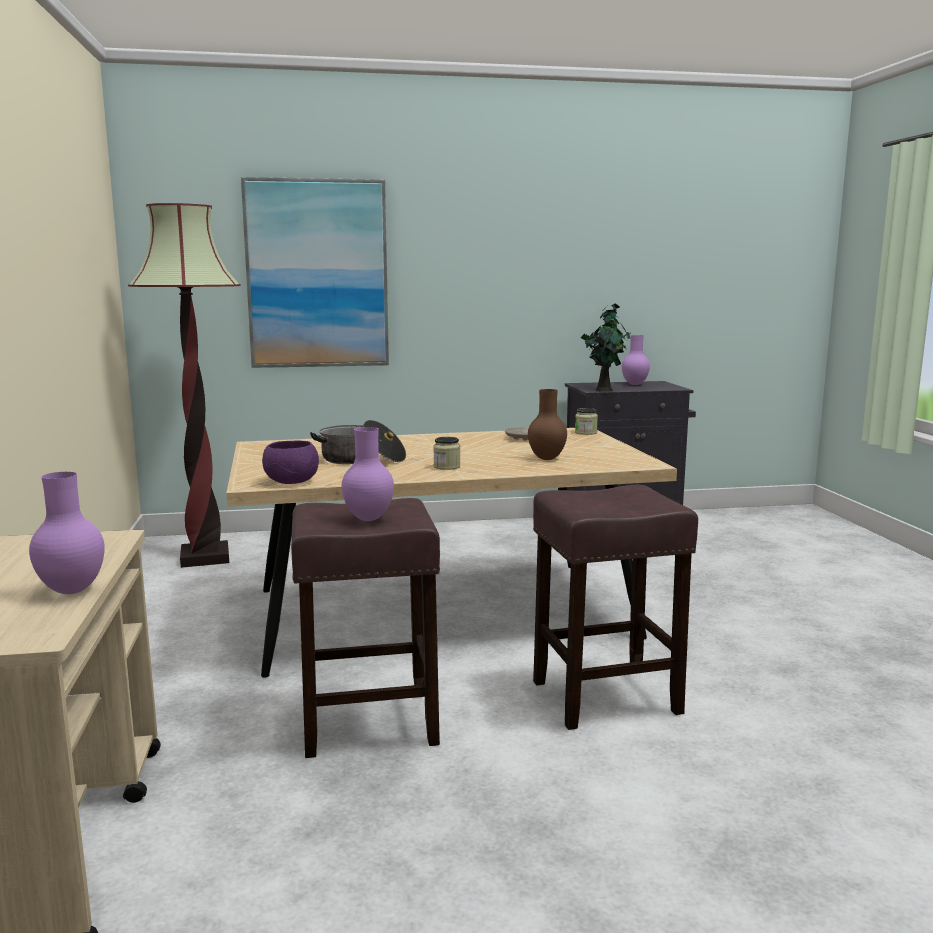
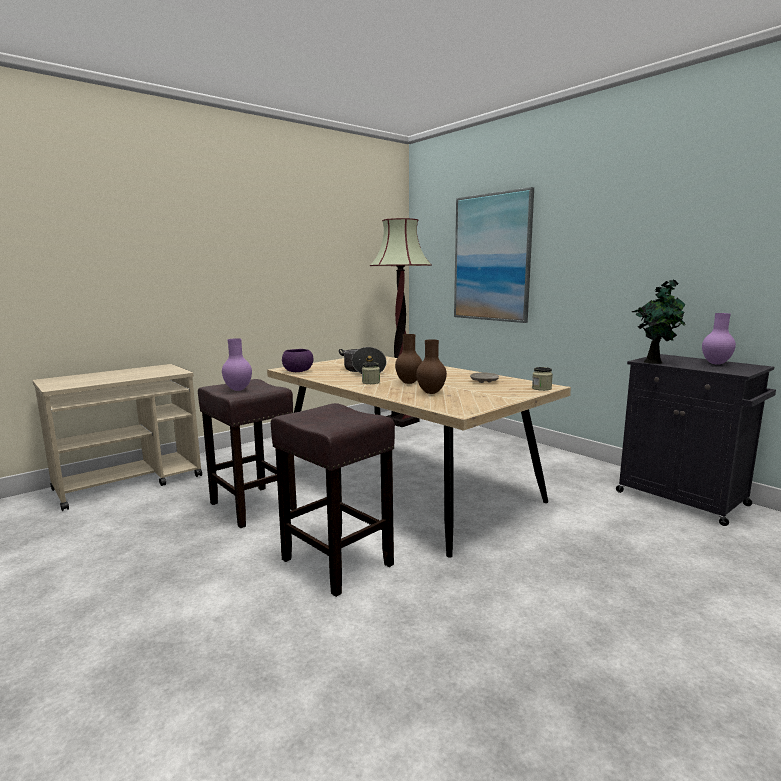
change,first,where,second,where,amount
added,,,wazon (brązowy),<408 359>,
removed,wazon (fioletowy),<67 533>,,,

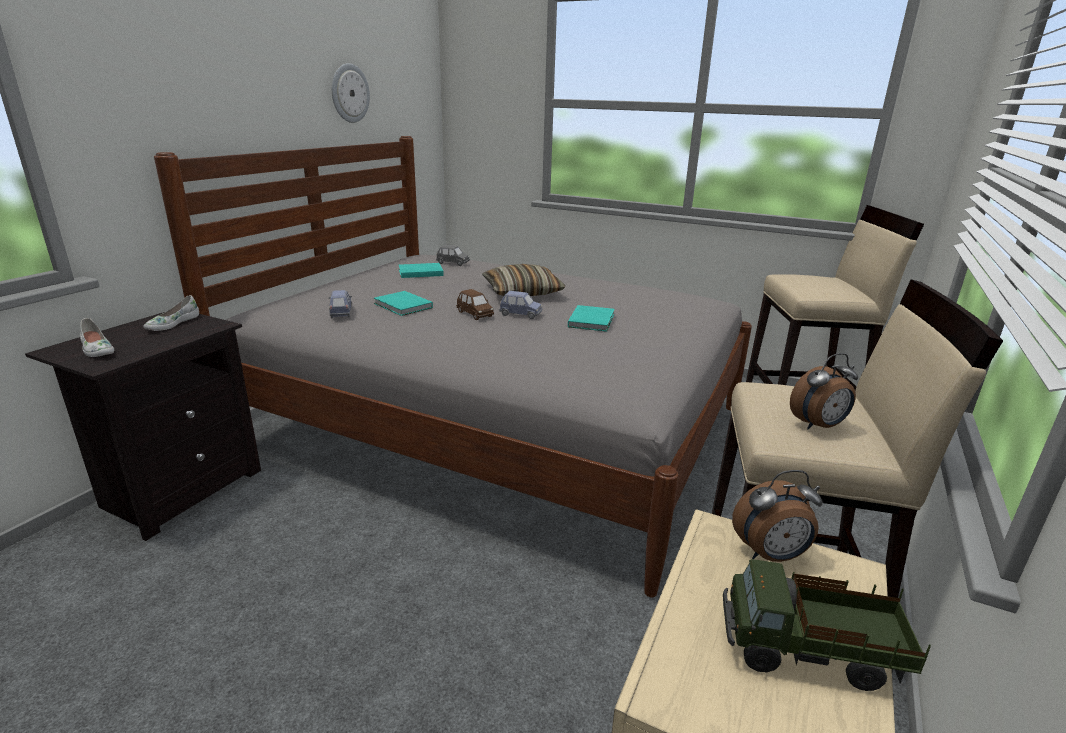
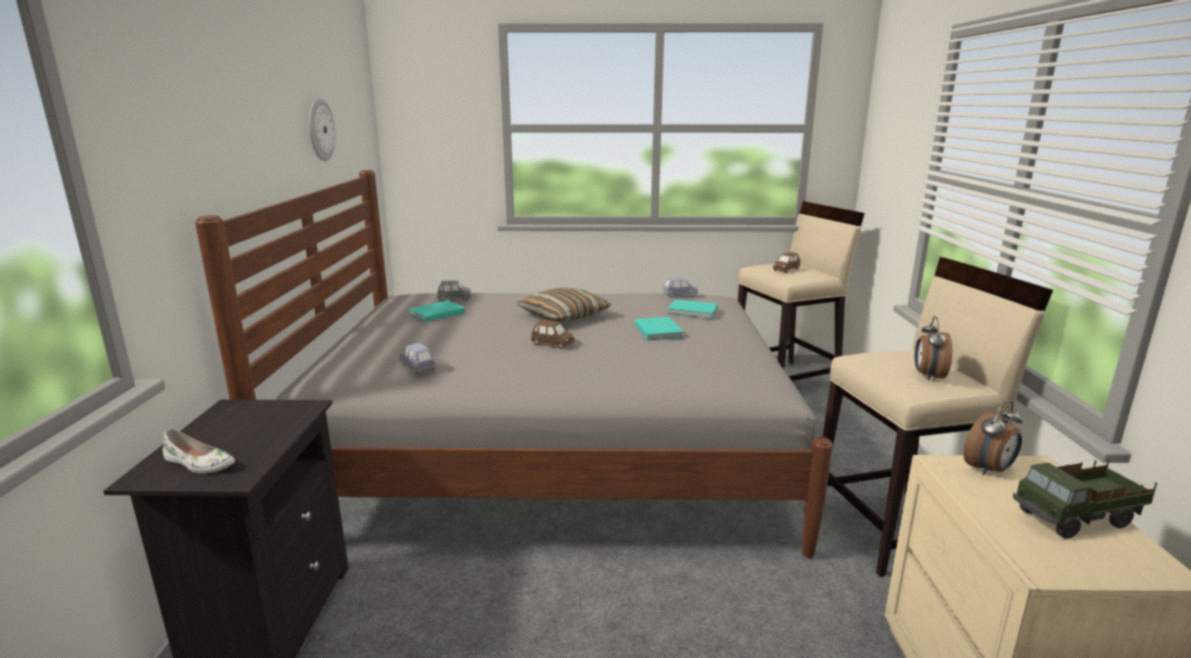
change,first,where,second,where,amount
moved,samochodzik (niebieski),<521 305>,,<680 287>,
moved,książka (turkusowy),<403 303>,,<693 309>,
added,,,samochodzik (brązowy),<786 262>,
turned,budzik,<824 391>,,<933 348>,150 degrees clockwise
removed,but (biały),<171 313>,,,

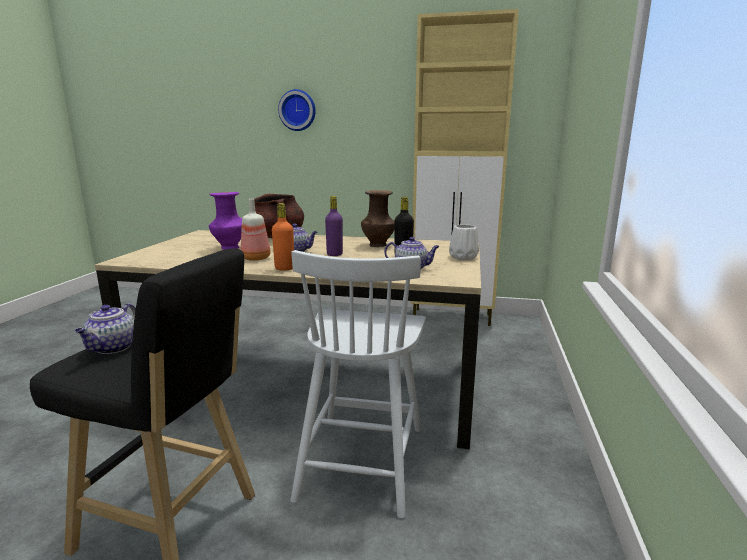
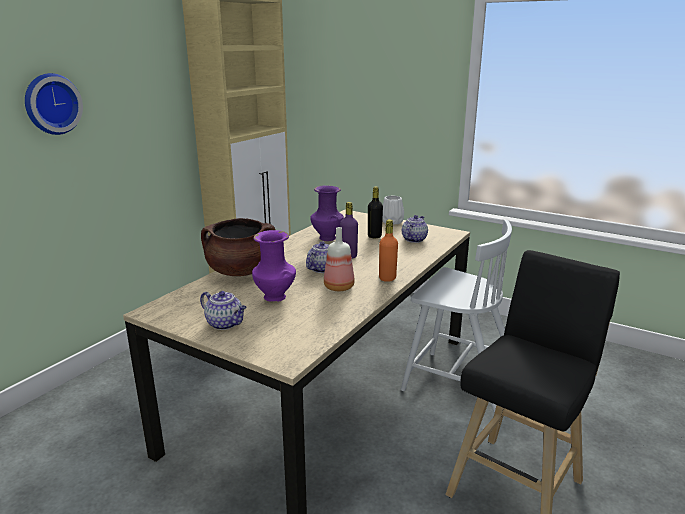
change,first,where,second,where,amount
moved,imbryk,<105 328>,,<223 310>,
recoloured,wazon (brązowy),<378 218>,wazon (fioletowy),<327 213>,

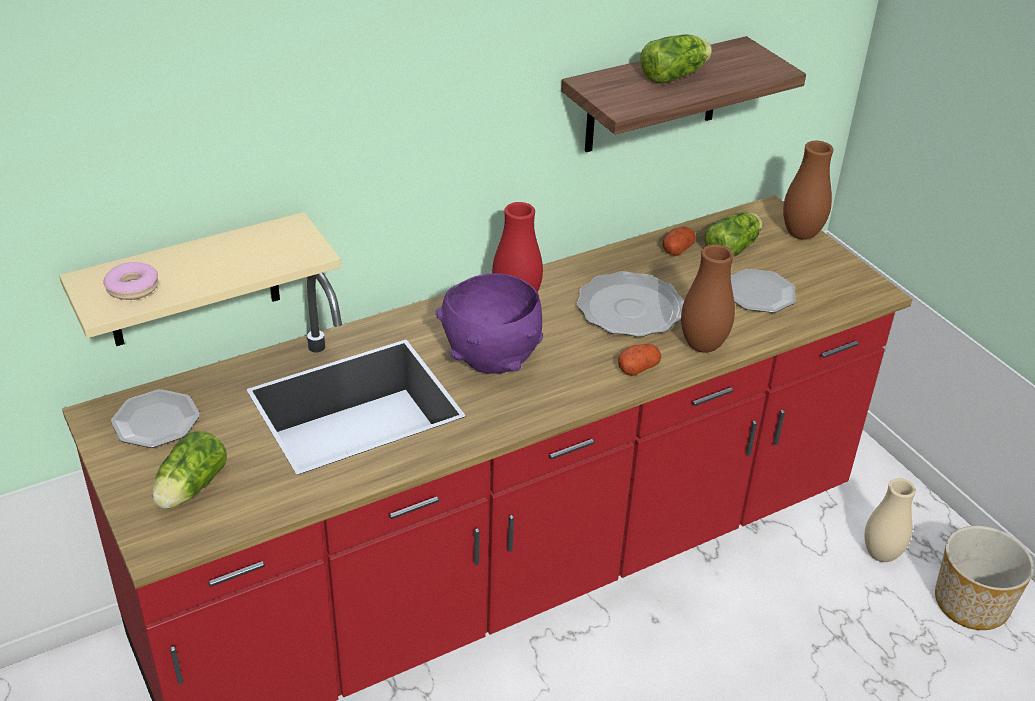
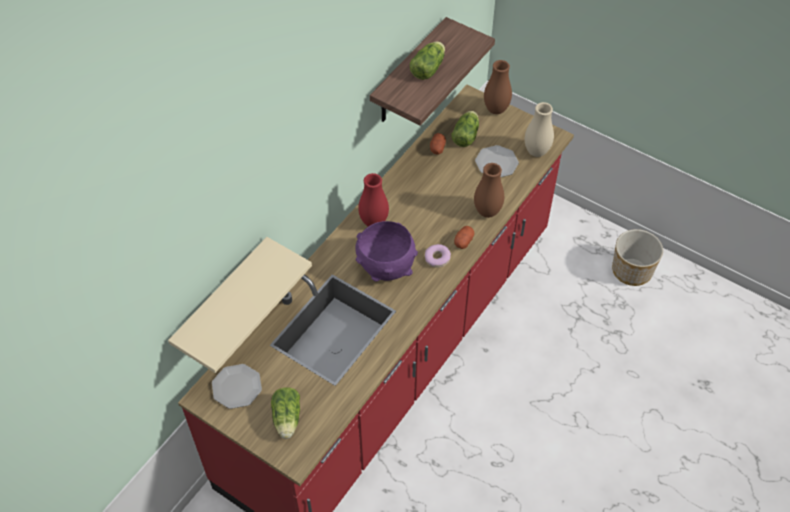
change,first,where,second,where,amount
moved,donut,<130 281>,,<438 256>,
moved,wazon (beżowy),<890 520>,,<539 129>,
removed,talerz,<630 304>,,,

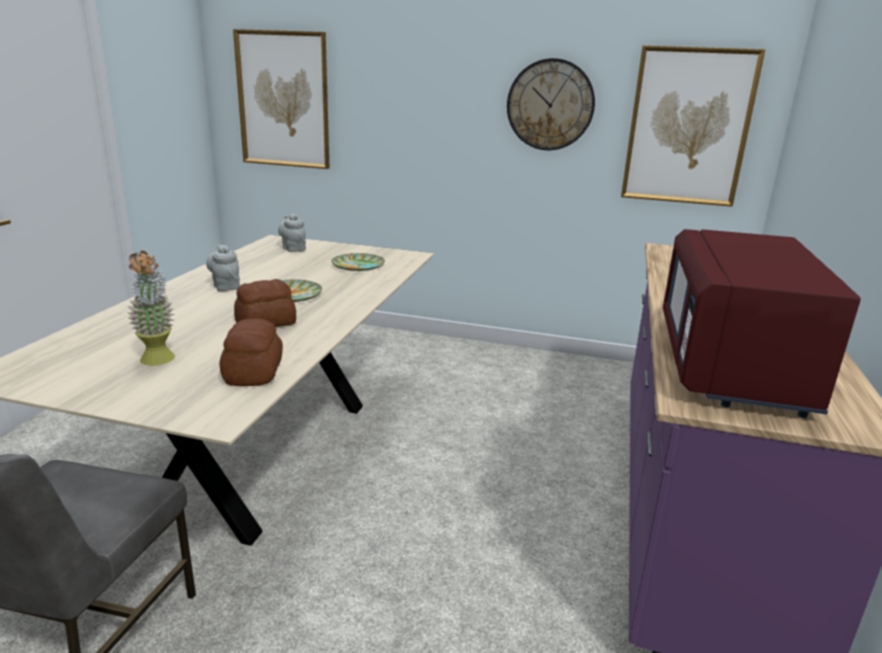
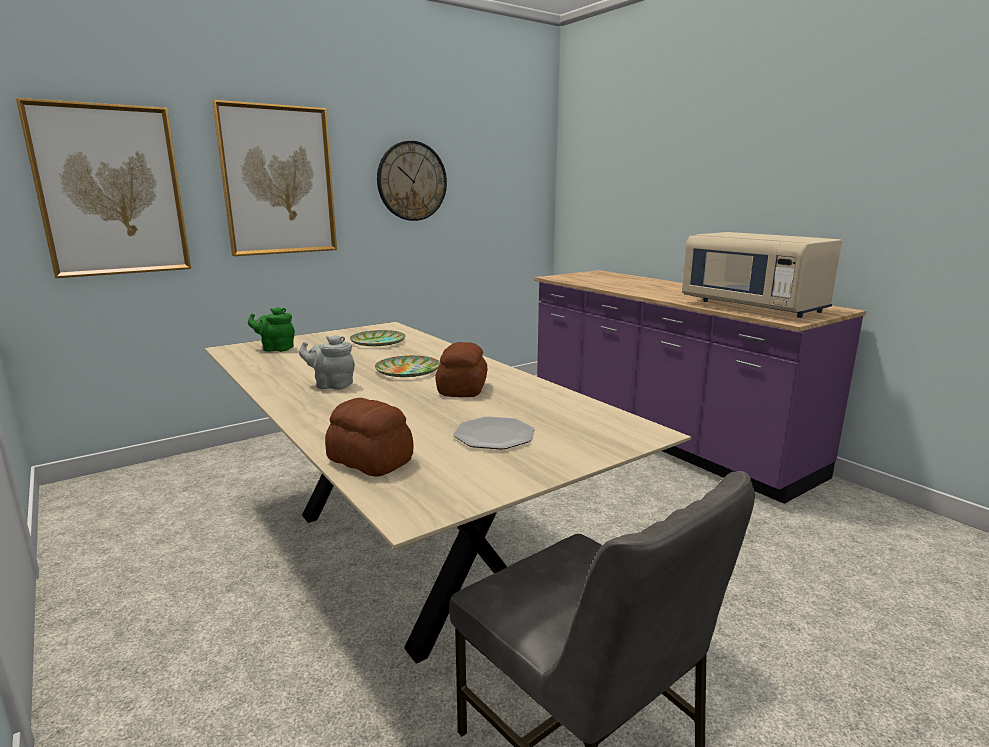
change,first,where,second,where,amount
moved,obraz,<693 126>,,<274 178>,
recoloured,imbryk (szary),<292 232>,imbryk (zielony),<271 329>,
moved,chleb,<251 352>,,<369 437>,
replaced,roślina doniczkowa,<151 308>,talerz,<494 433>,
recoloured,mikrofalówka (czerwony),<762 323>,mikrofalówka (beżowy),<762 275>,

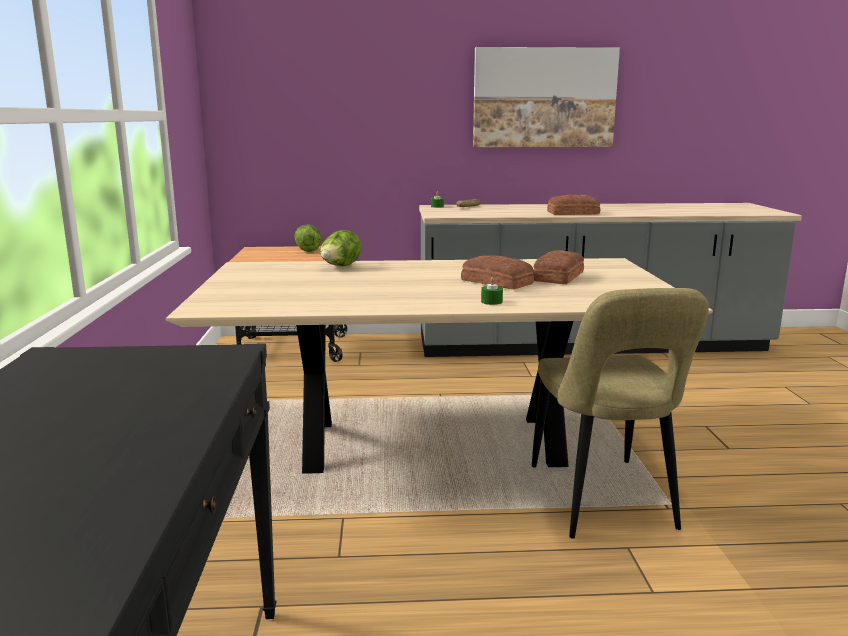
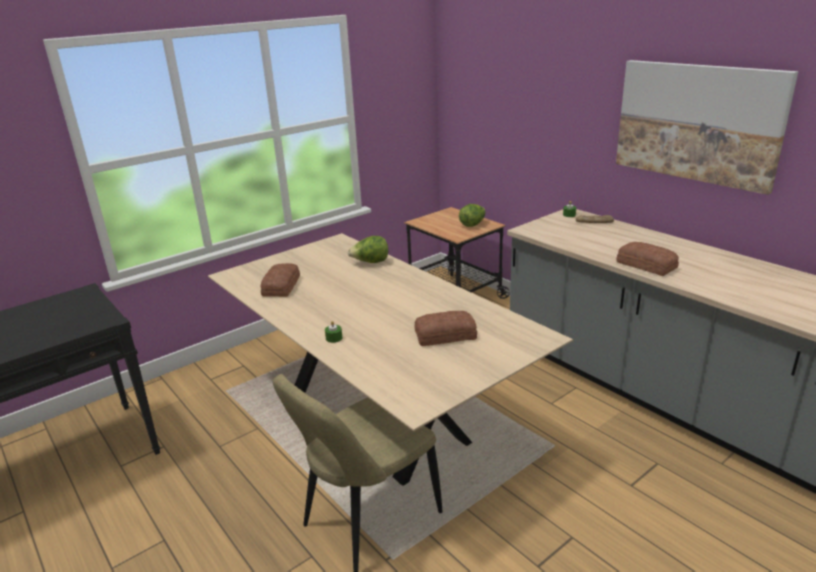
change,first,where,second,where,amount
moved,chleb,<497 272>,,<280 280>,

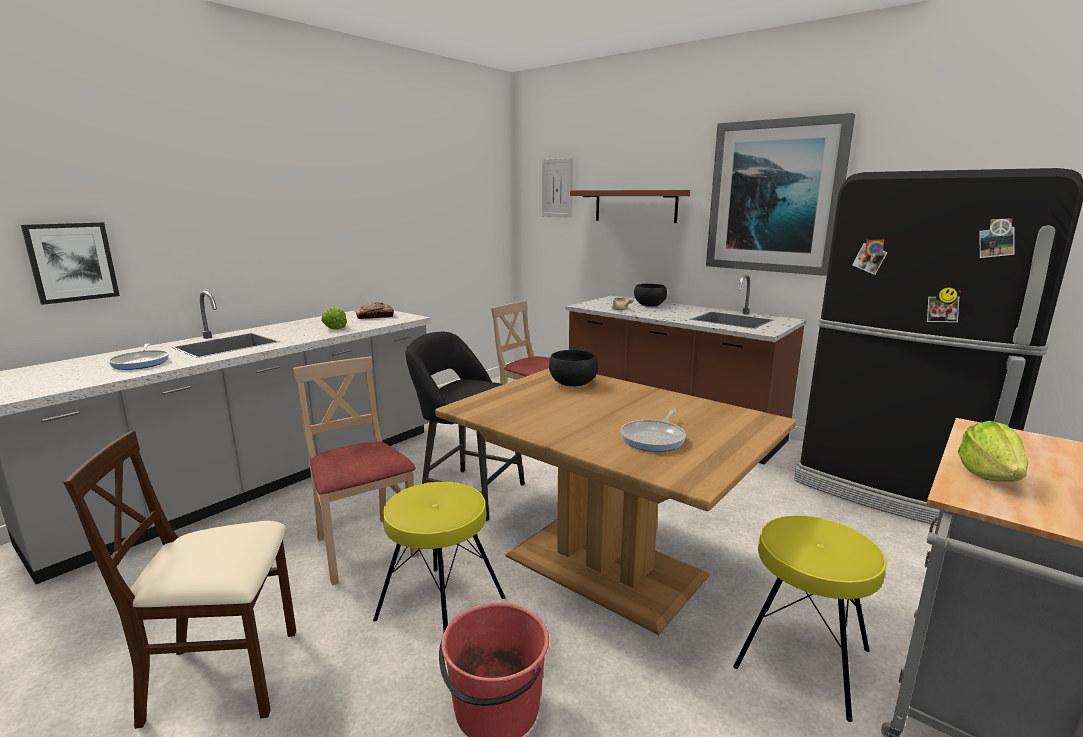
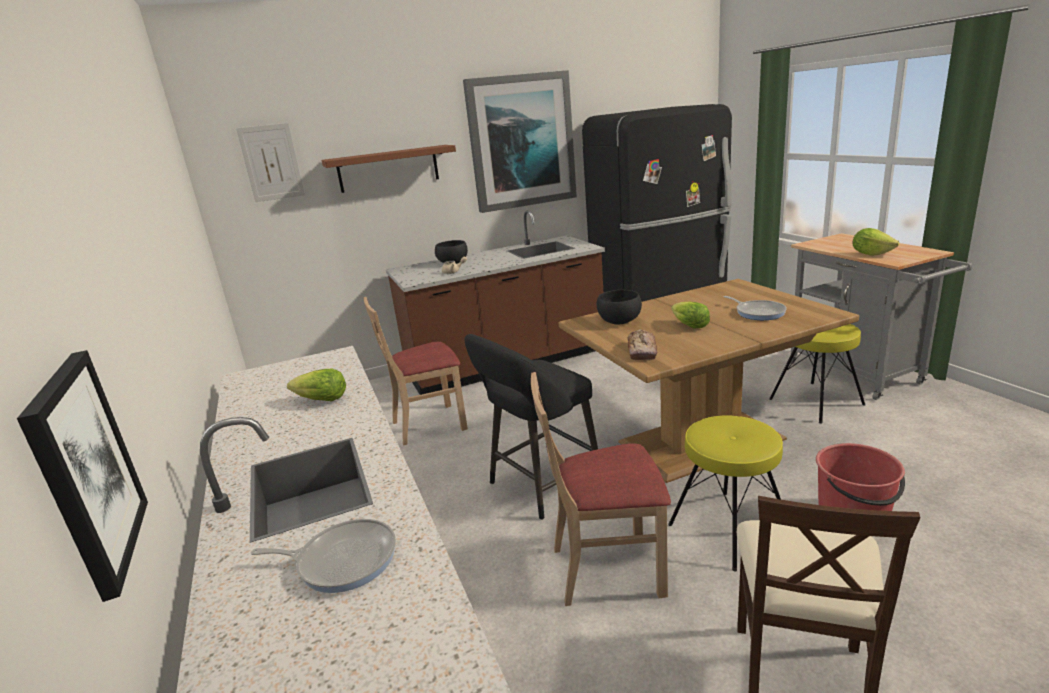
change,first,where,second,where,amount
moved,chleb,<375 310>,,<642 344>,
added,,,sałata,<690 315>,

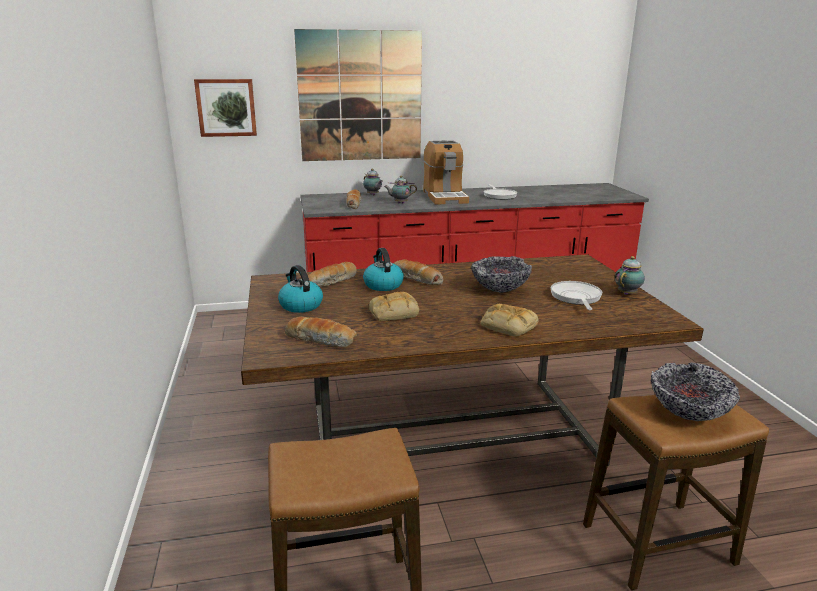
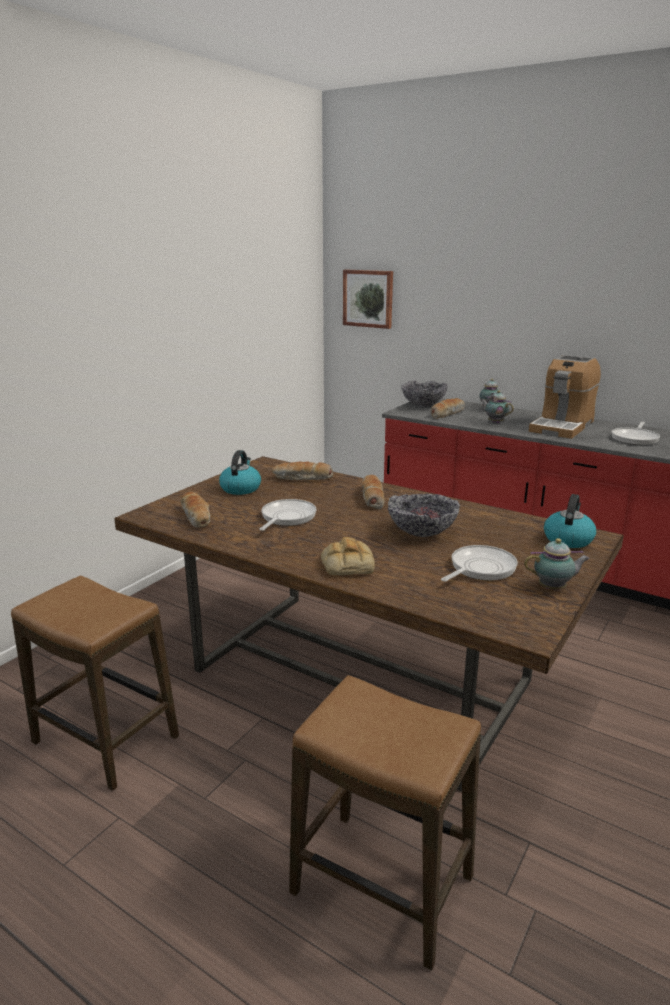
change,first,where,second,where,amount
replaced,chleb,<394 306>,patelnia,<287 515>,
moved,miska,<695 391>,,<424 393>,
moved,czajnik,<383 269>,,<570 521>,
removed,obraz,<358 95>,,,

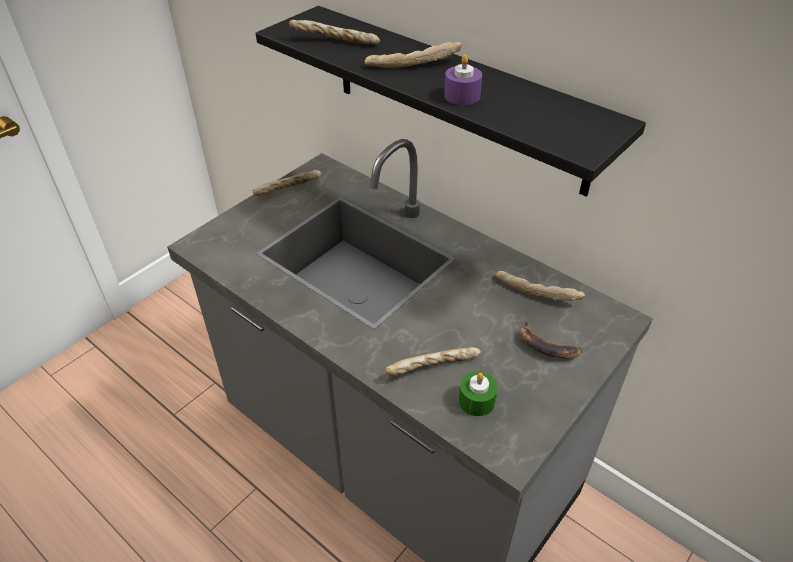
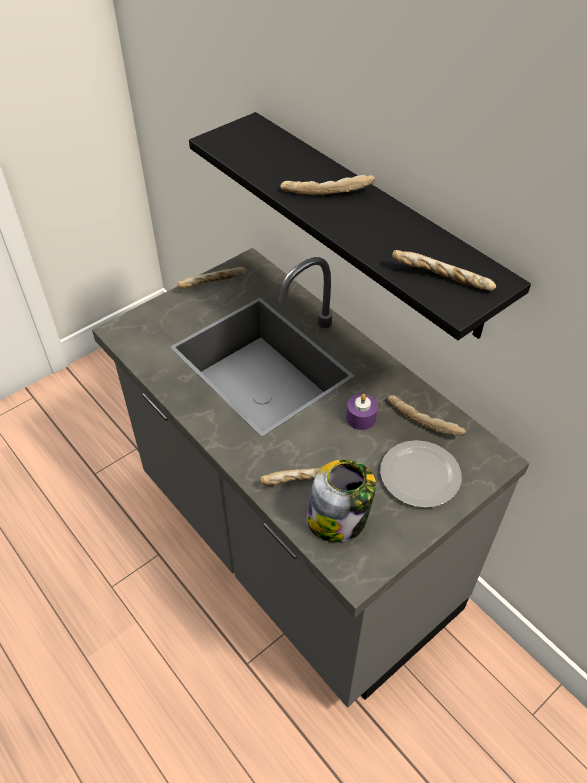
change,first,where,second,where,amount
replaced,świeca (zielony),<478 393>,słoik,<341 501>,
moved,świeca (fioletowy),<463 79>,,<362 412>,
replaced,banan,<550 338>,talerz,<421 474>,
moved,chleb,<334 32>,,<444 270>,

